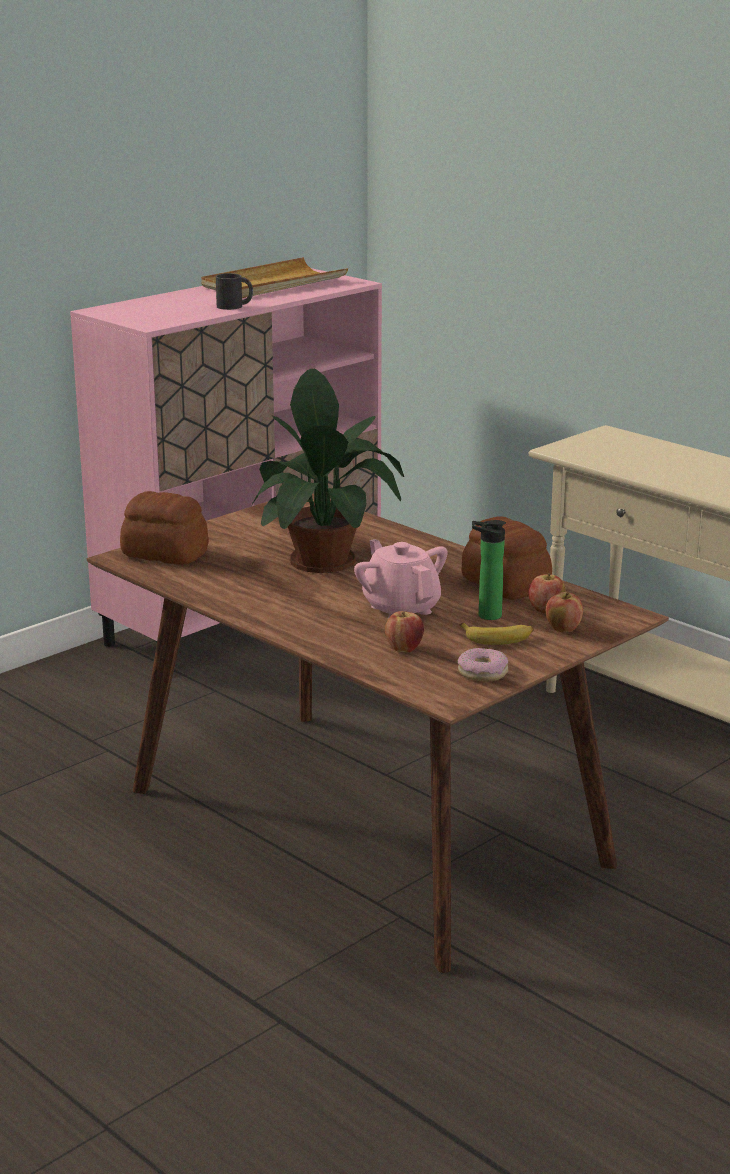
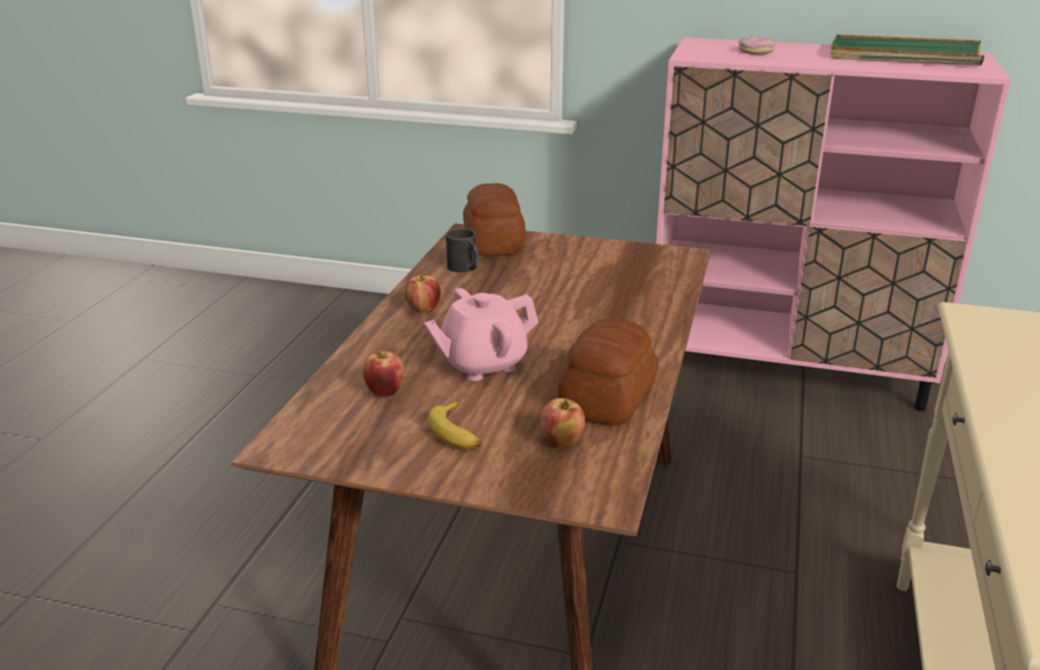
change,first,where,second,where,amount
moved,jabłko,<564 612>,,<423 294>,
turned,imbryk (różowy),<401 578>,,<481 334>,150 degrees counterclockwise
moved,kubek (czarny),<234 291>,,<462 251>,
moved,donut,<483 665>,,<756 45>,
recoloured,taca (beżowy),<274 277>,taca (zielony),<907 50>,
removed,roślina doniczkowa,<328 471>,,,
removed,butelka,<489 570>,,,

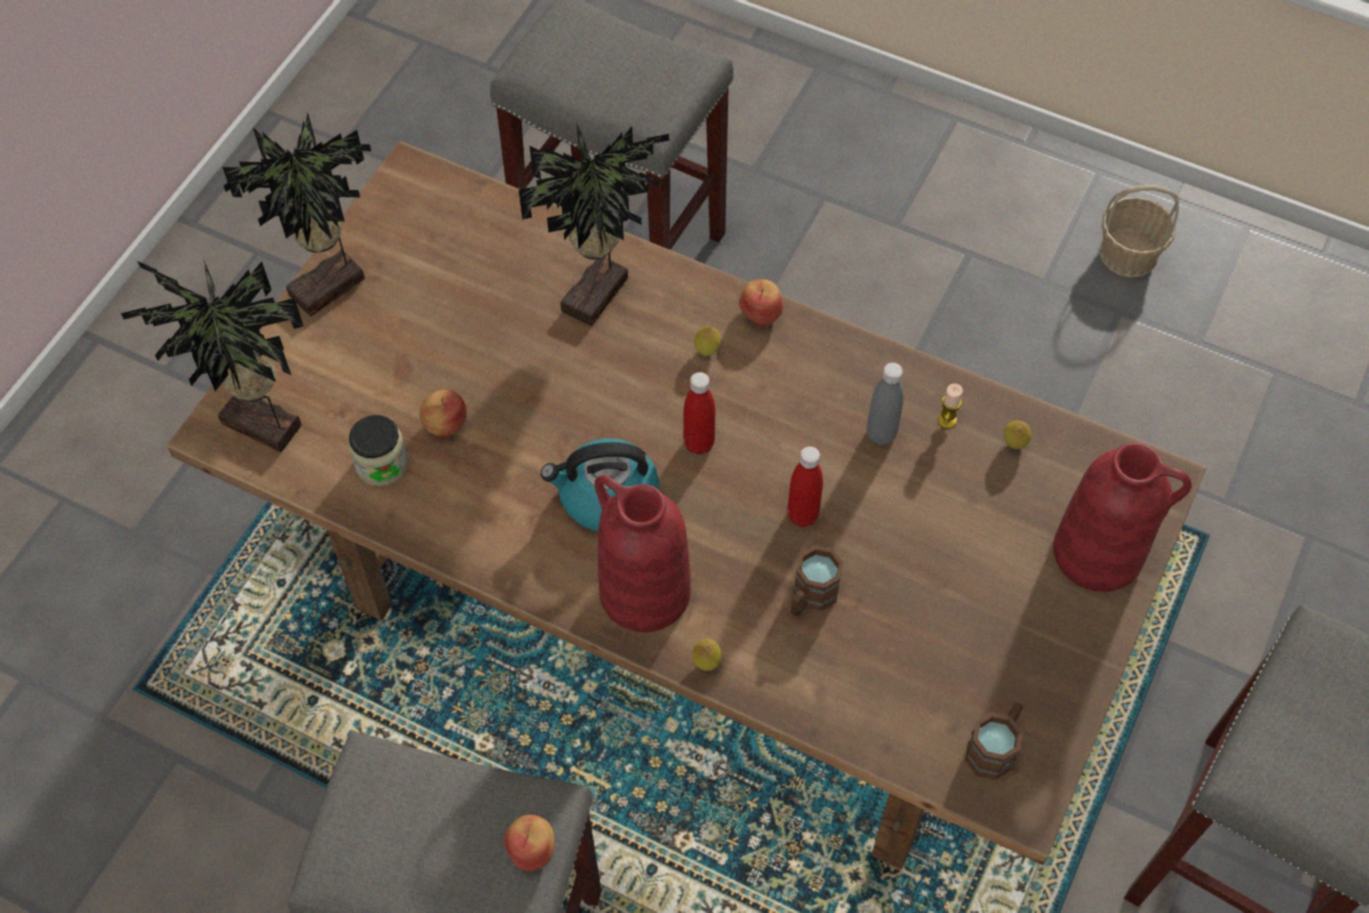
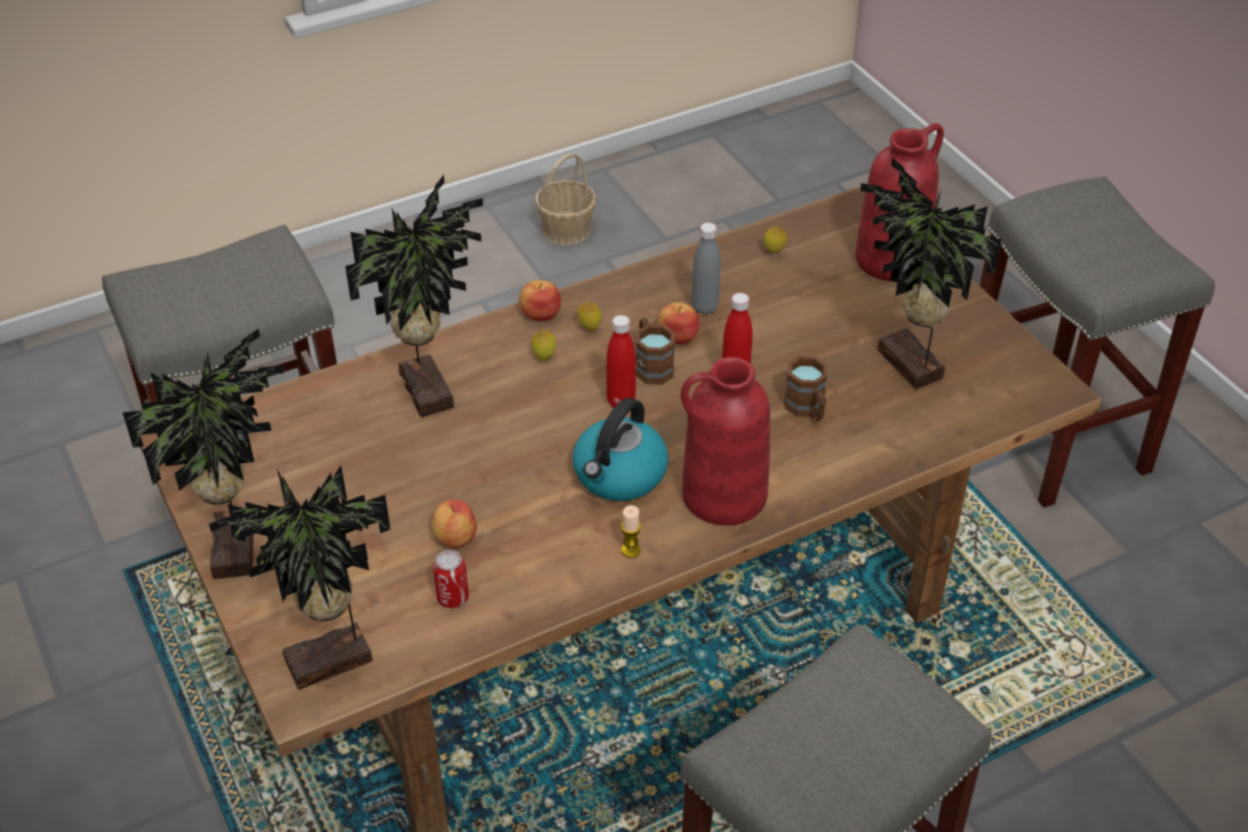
change,first,where,second,where,amount
replaced,słoik,<378 450>,puszka,<451 579>,
moved,cytryna,<706 655>,,<589 316>,
moved,świeca,<950 406>,,<631 531>,
moved,kubek (brązowy),<994 741>,,<655 351>,
moved,jabłko,<529 843>,,<678 323>,
added,,,roślina doniczkowa,<931 273>,

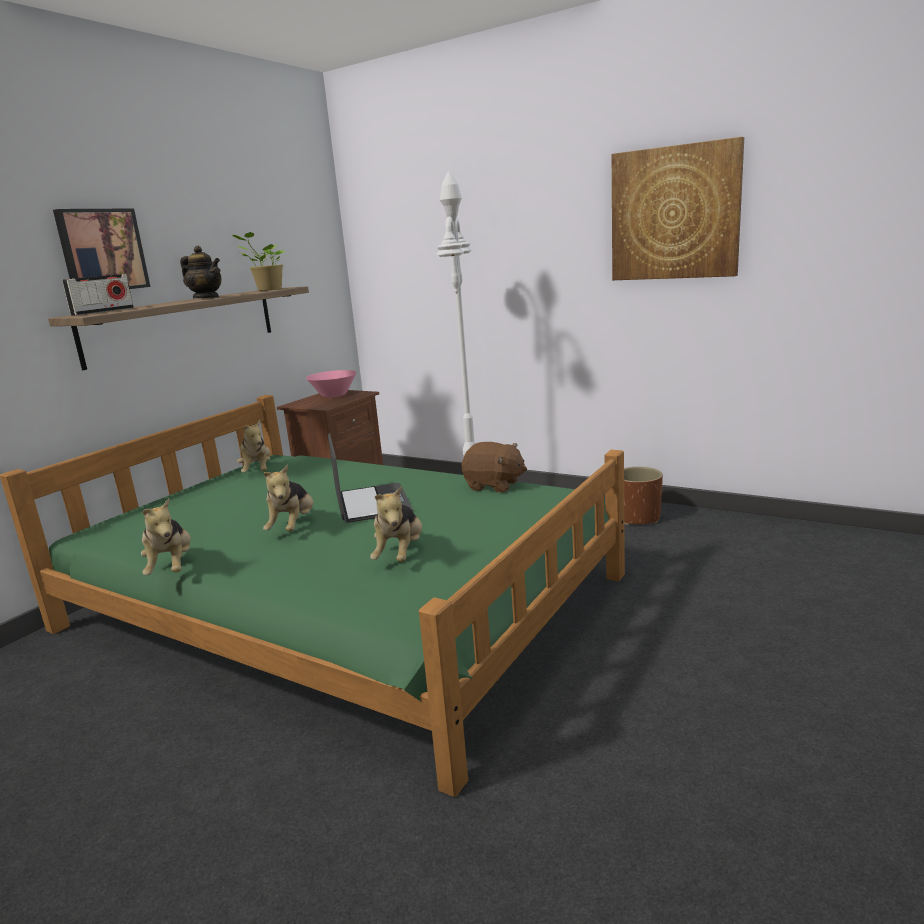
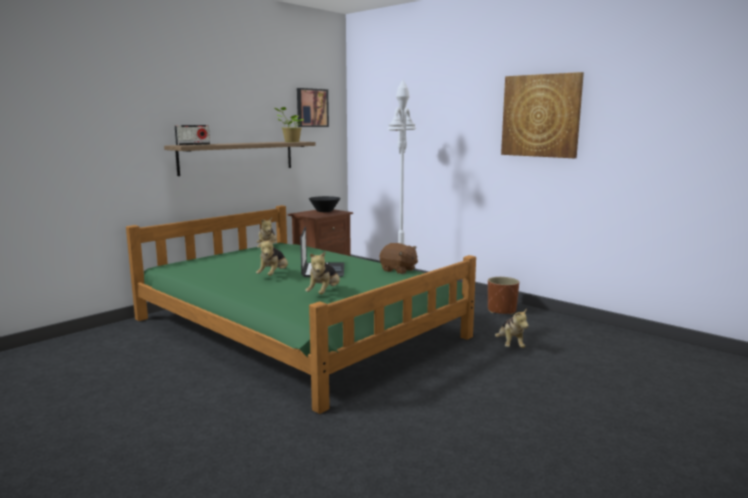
change,first,where,second,where,amount
moved,obraz,<101 248>,,<313 107>,
recoloured,miska (różowy),<331 384>,miska (czarny),<324 204>,
moved,pluszak,<166 536>,,<512 328>,
removed,imbryk,<201 272>,,,

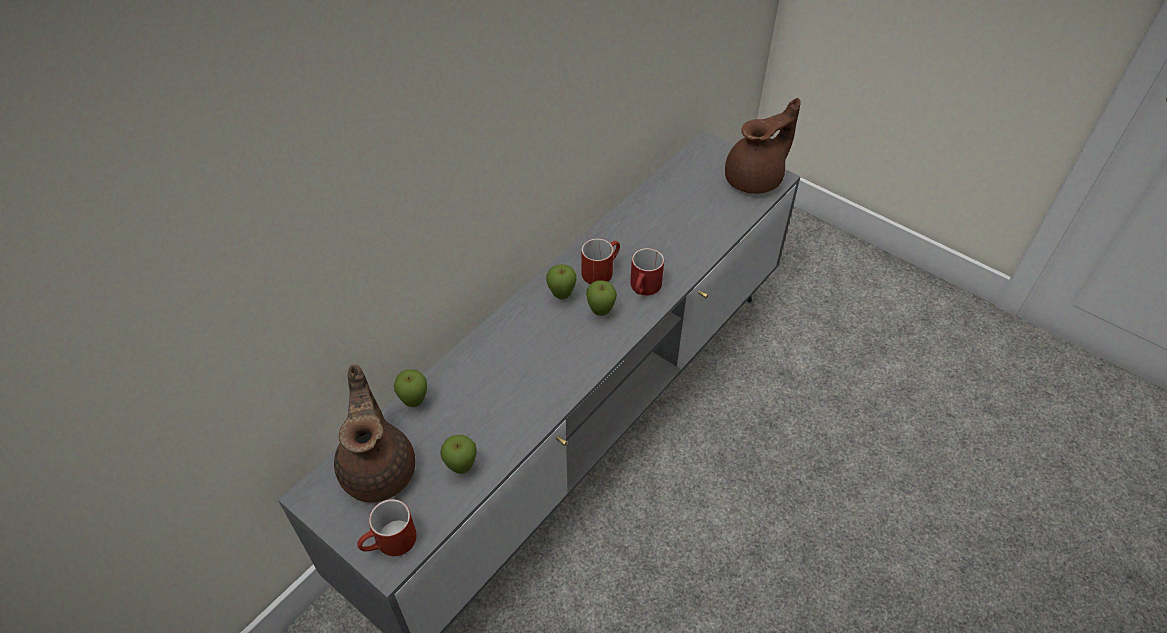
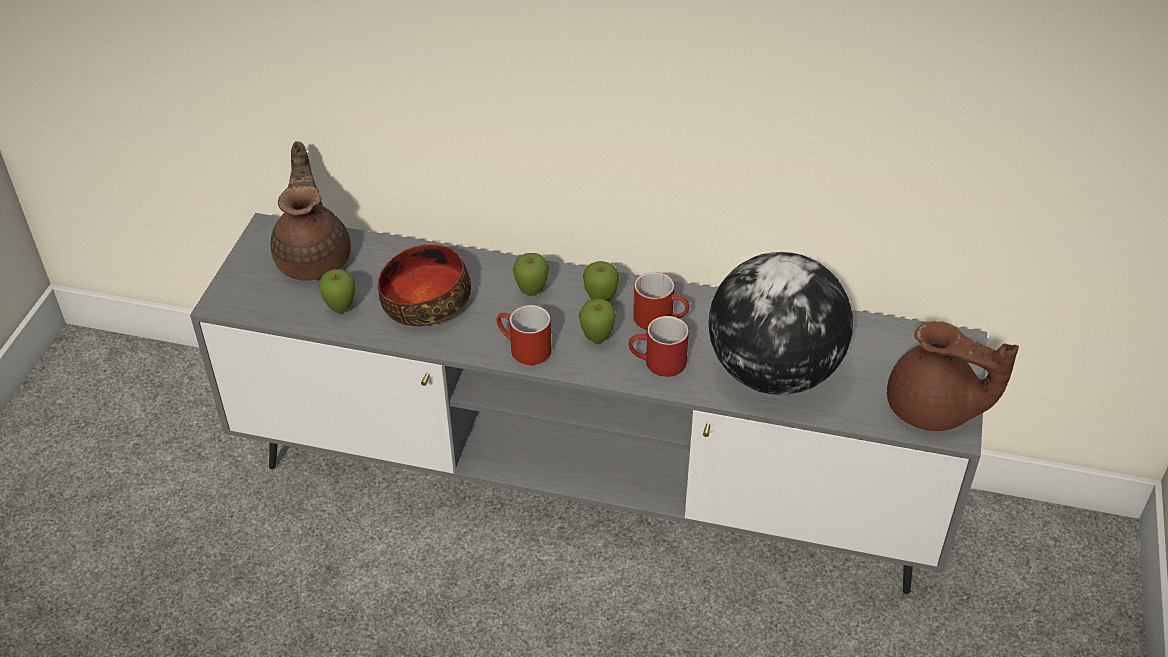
change,first,where,second,where,amount
turned,imbryk (brązowy),<374 434>,,<311 211>,60 degrees counterclockwise
added,,,miska,<424 285>,
moved,kubek (czerwony),<387 527>,,<523 335>,
moved,jabłko,<410 388>,,<531 274>,
added,,,globus,<781 323>,

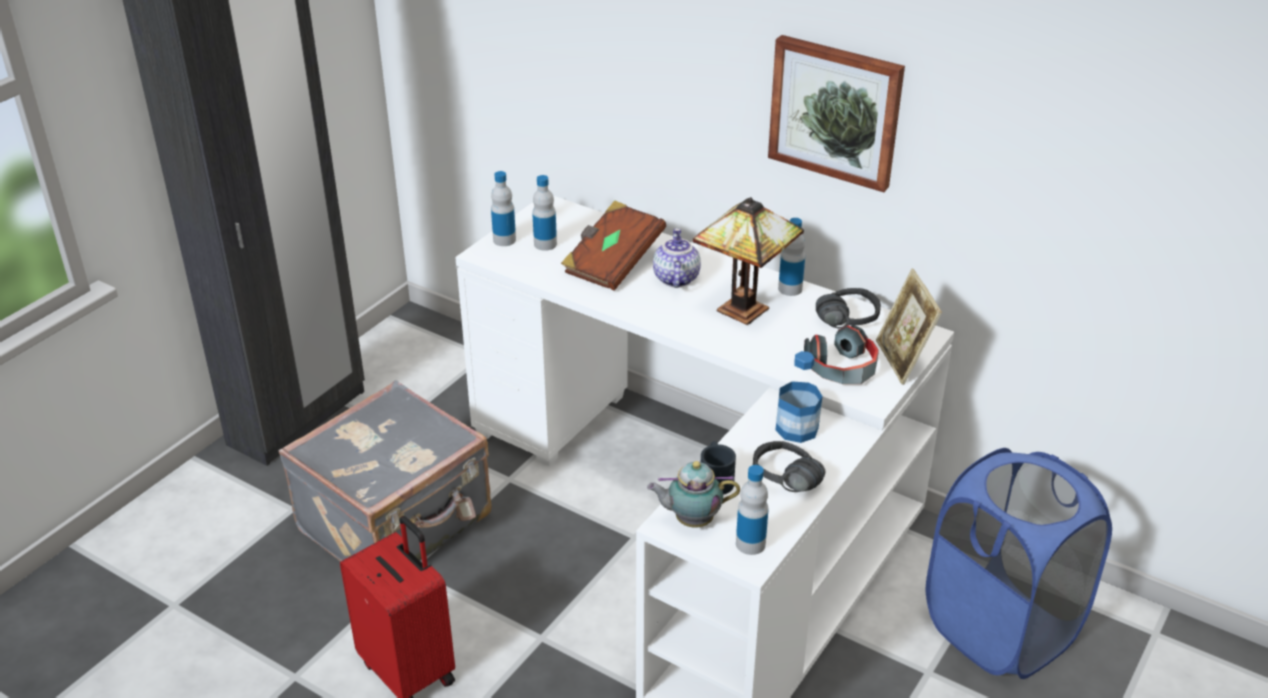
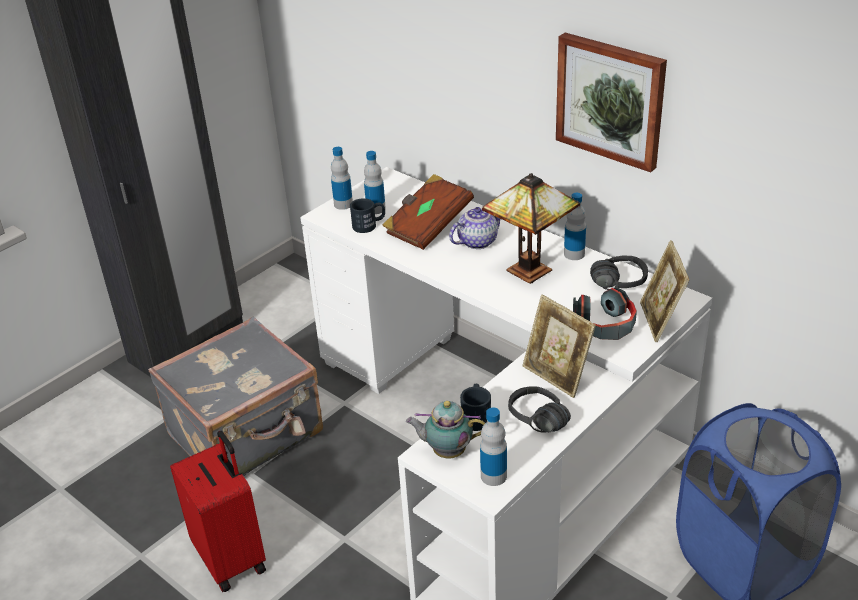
change,first,where,second,where,amount
added,,,kubek (czarny),<367 215>,
turned,imbryk,<677 258>,,<474 228>,45 degrees clockwise
replaced,butelka,<799 397>,ramka na zdjęcie,<559 346>,

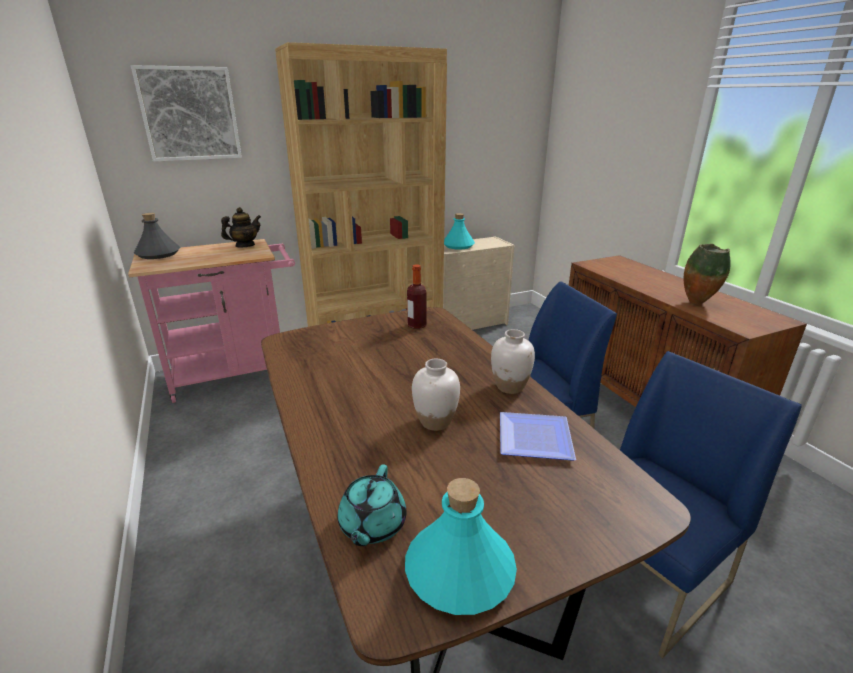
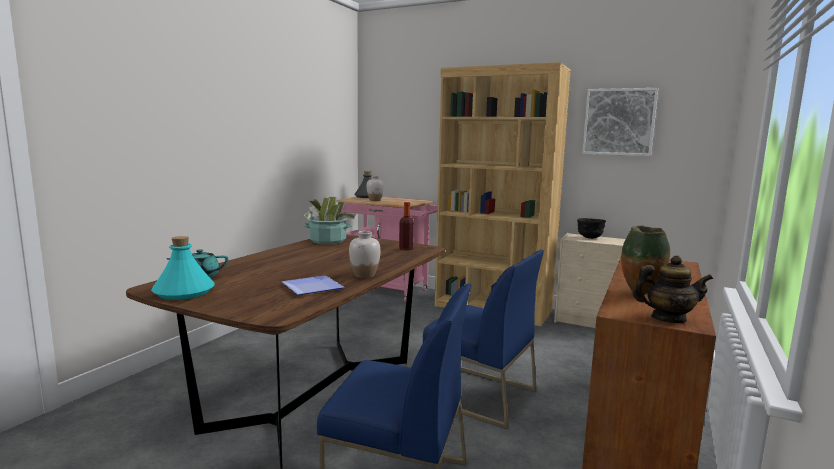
change,first,where,second,where,amount
added,,,roślina doniczkowa,<329 220>,
moved,wazon (biały),<436 395>,,<375 188>,
replaced,butelka (turkusowy),<459 231>,miska (czarny),<591 228>,
moved,obraz,<186 113>,,<620 122>,
moved,imbryk,<241 227>,,<673 289>,

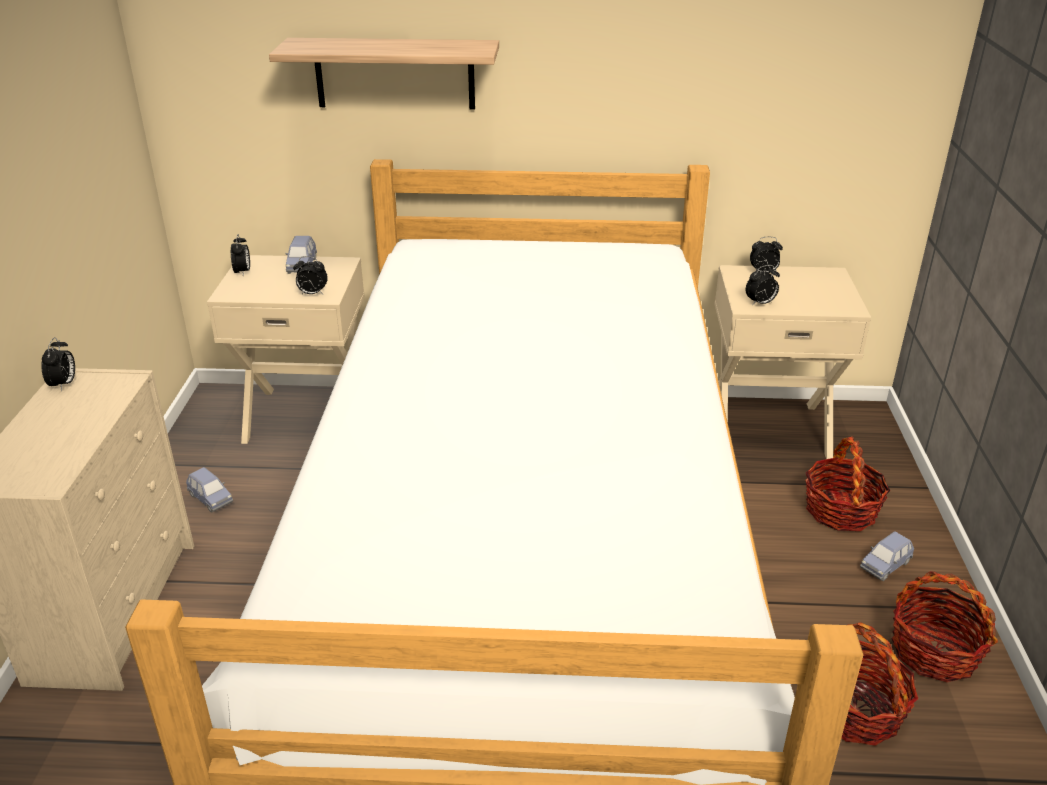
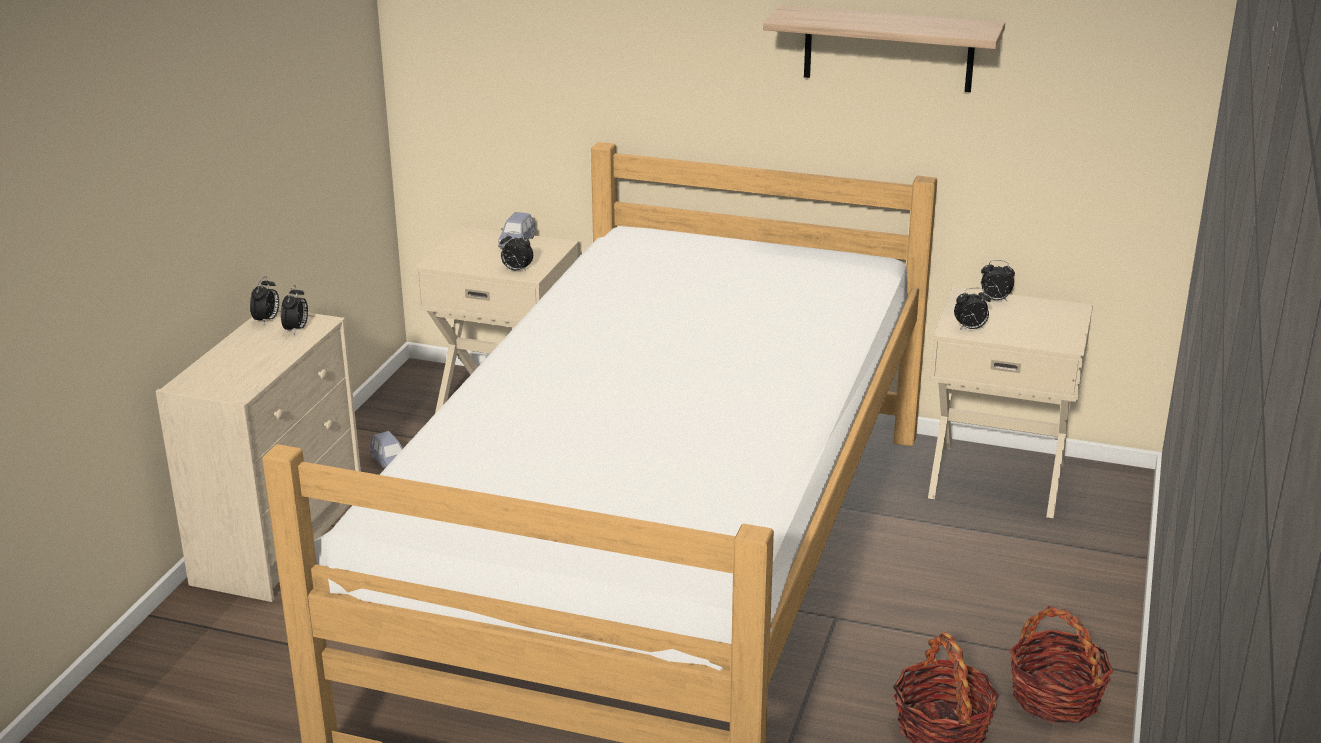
change,first,where,second,where,amount
moved,budzik,<240 255>,,<294 310>,
moved,półka,<384 74>,,<884 48>,
removed,koszyk,<847 484>,,,
removed,samochodzik (niebieski),<887 556>,,,

